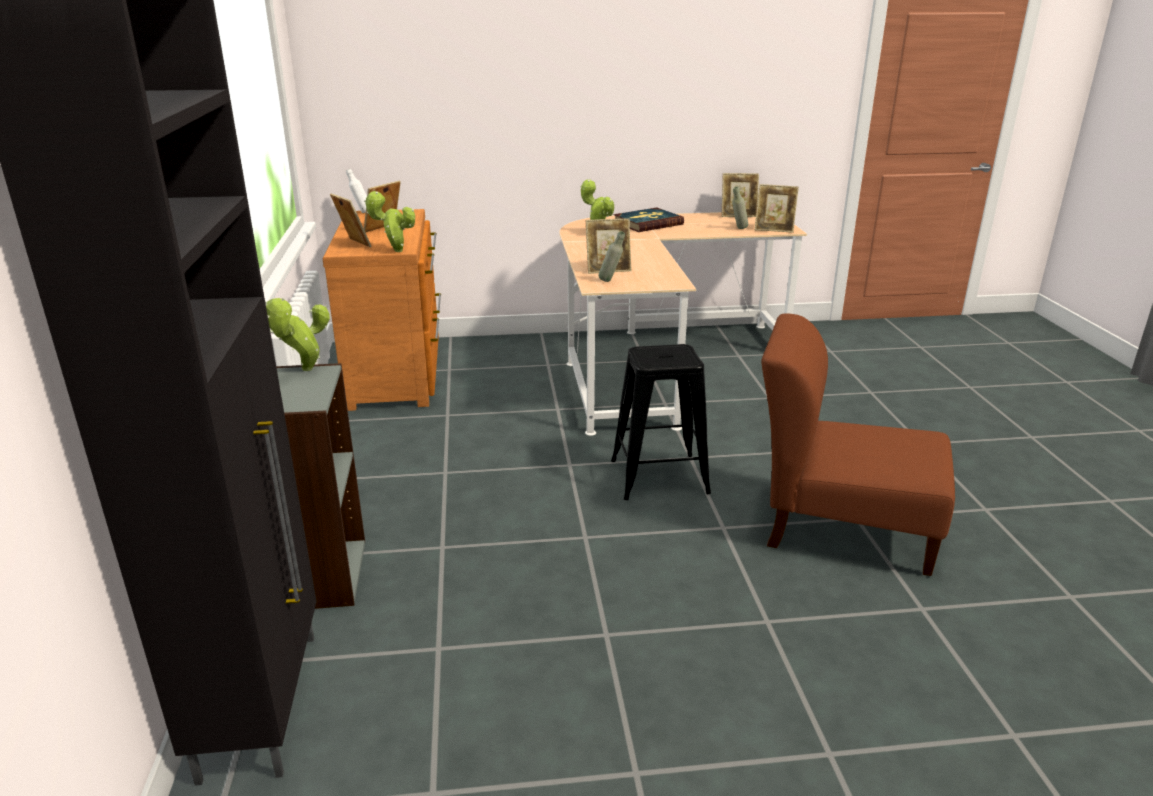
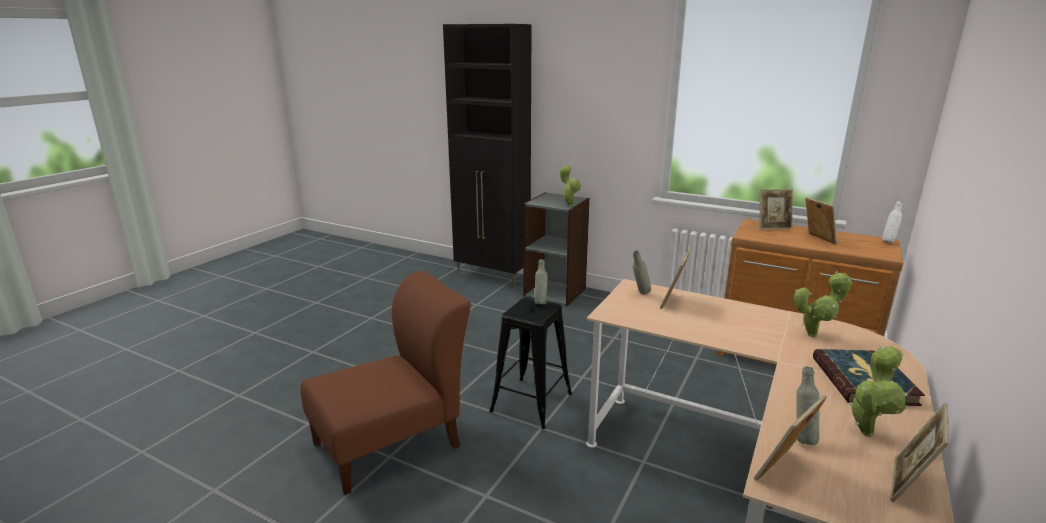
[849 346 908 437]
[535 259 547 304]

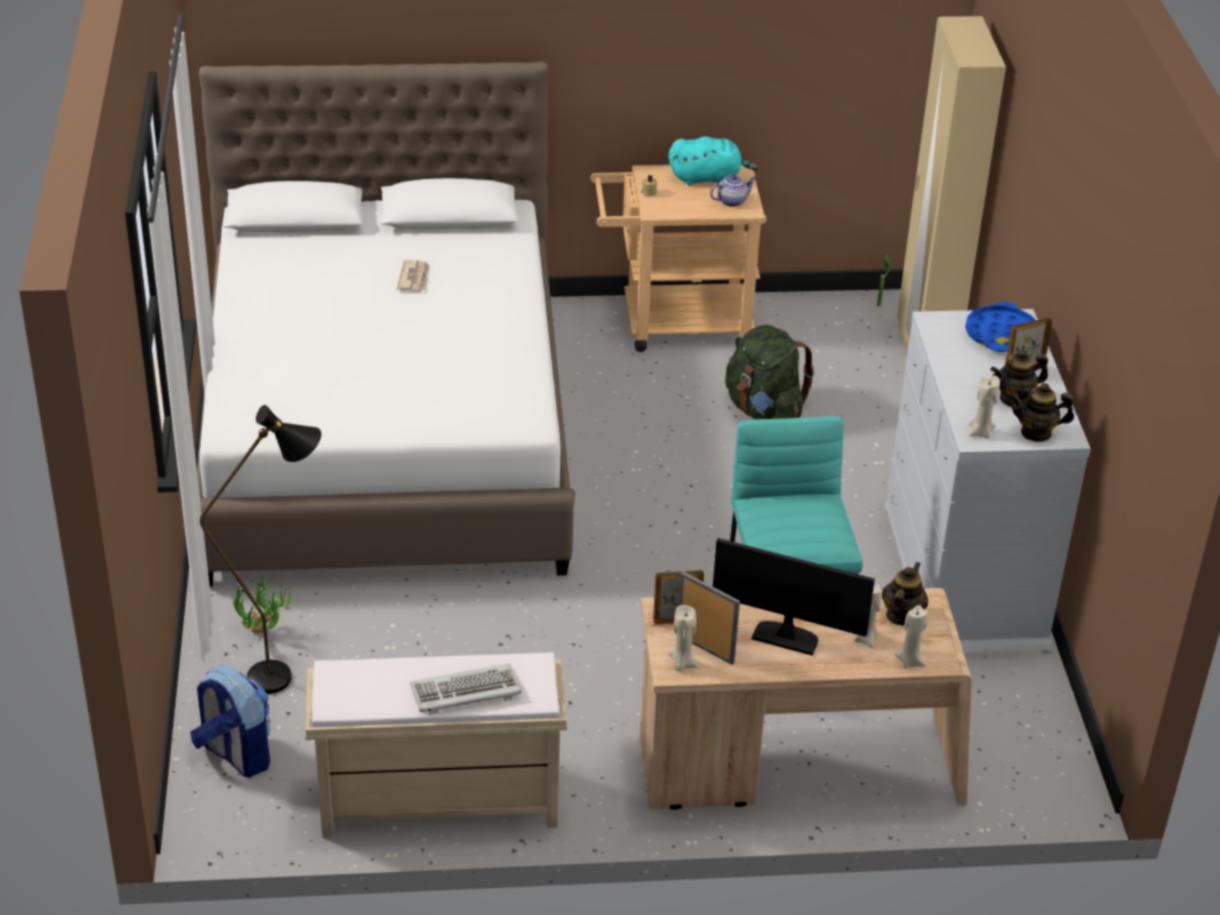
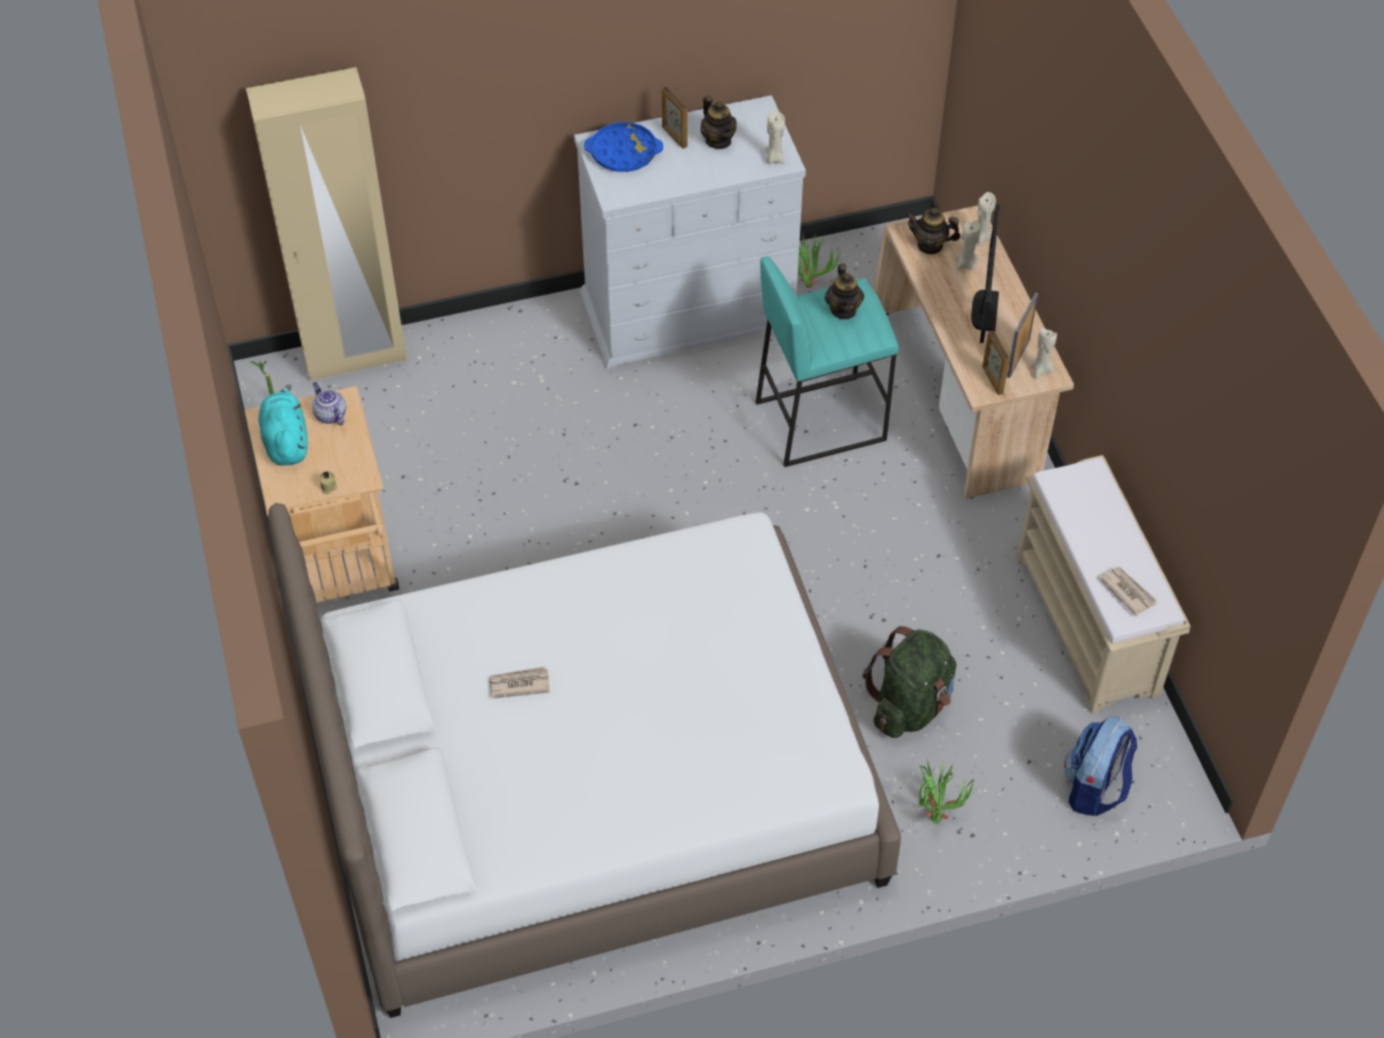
[863 626 956 738]
[825 264 864 319]
[200 405 321 694] (first image)
[410 664 522 715] (first image)
[798 232 840 288]
[1099 567 1157 616]

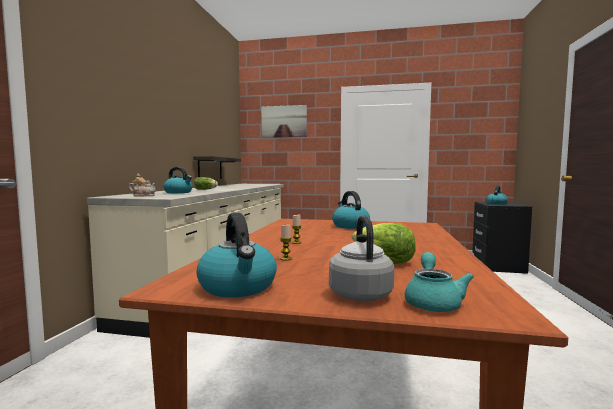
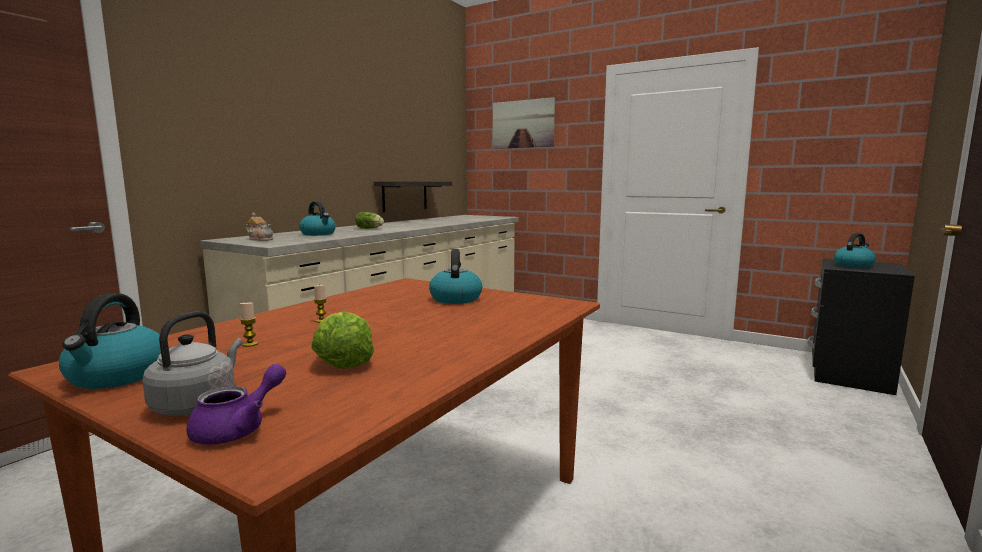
[186 364 286 445]

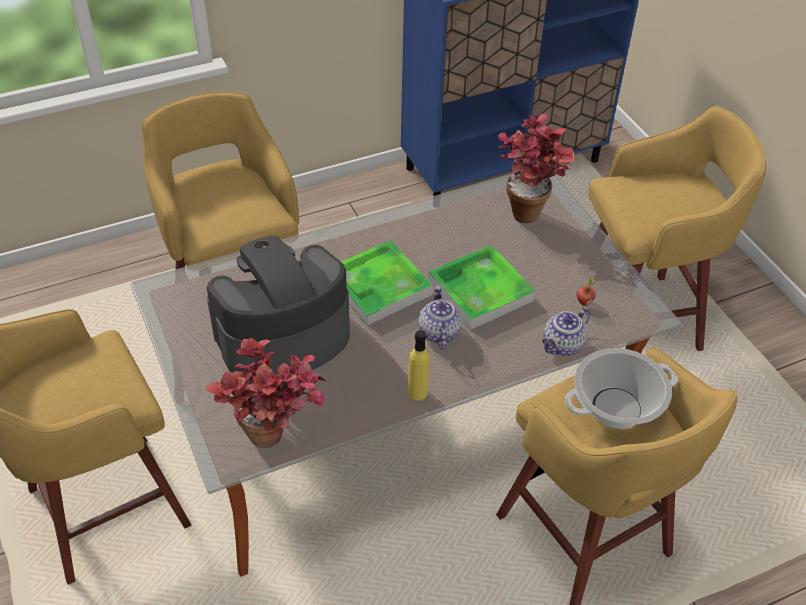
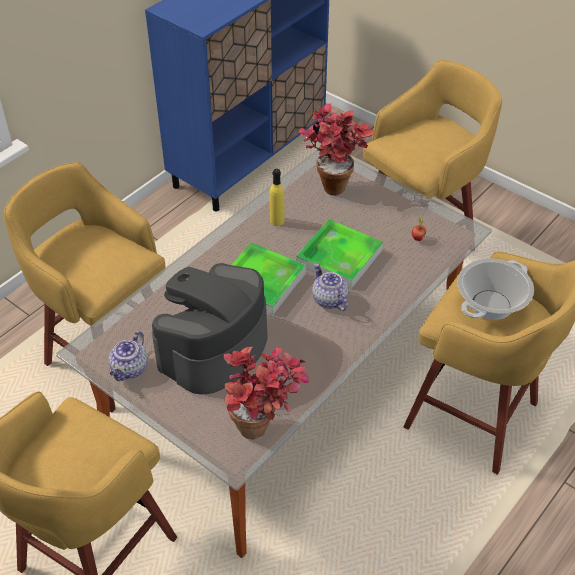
[109 331 148 381]
[270 169 284 226]

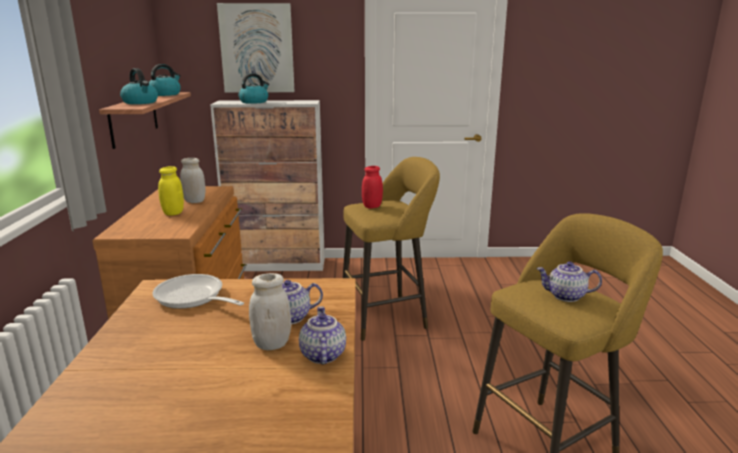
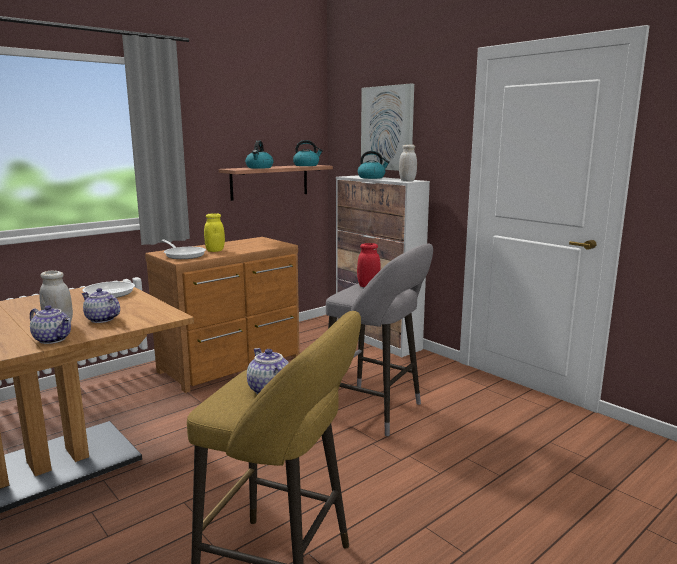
[326 243 433 436]
[399 145 417 181]
[30 305 71 344]
[162 240 206 259]

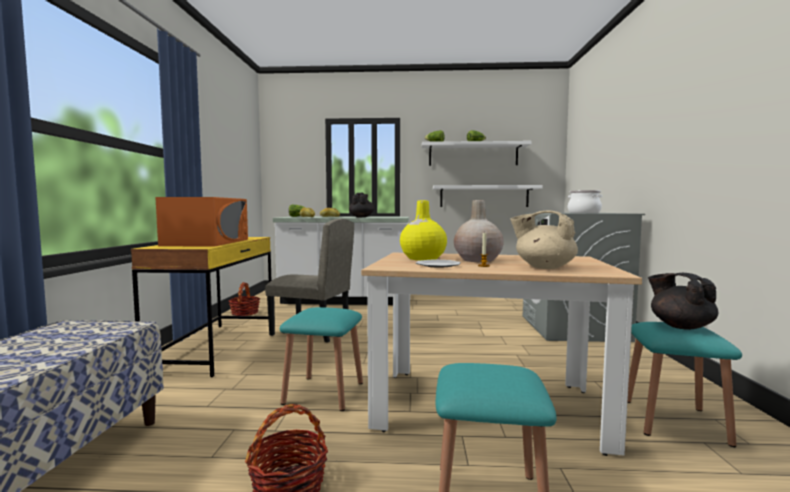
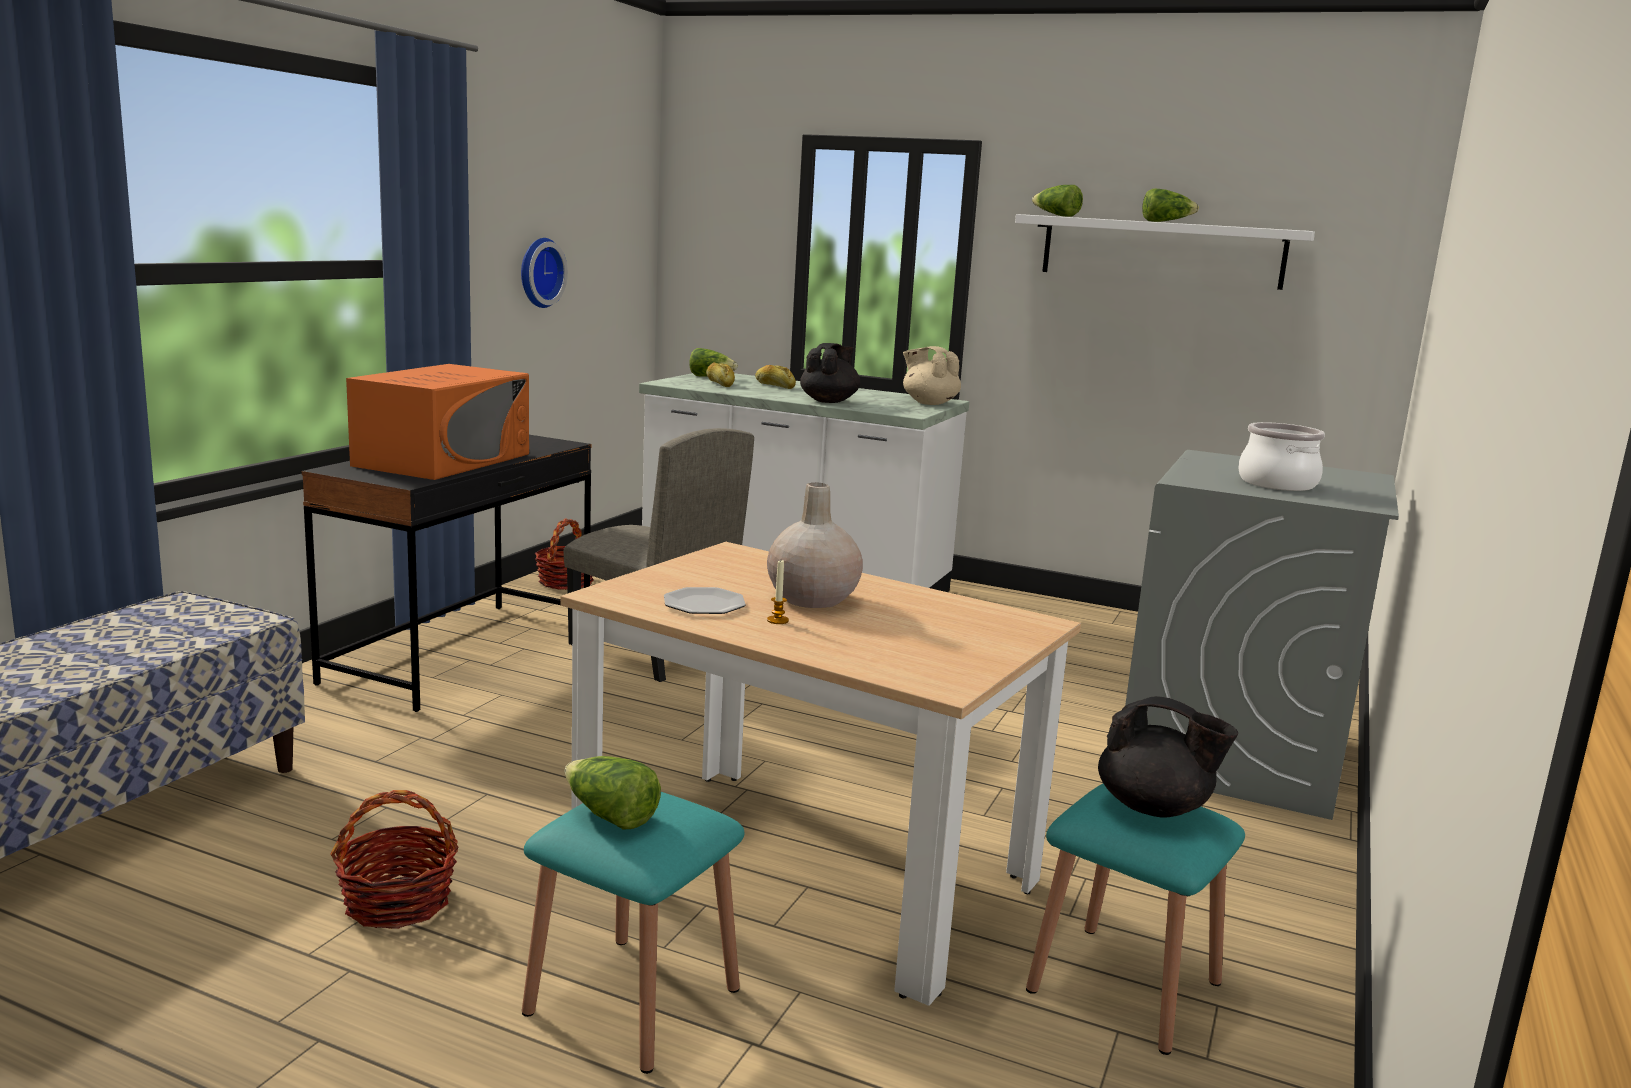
[433 185 543 207] (first image)
[400 200 447 260] (first image)
[903 346 961 405]
[302 435 591 712]
[1098 696 1238 818]
[280 307 363 411] (first image)
[521 238 568 308]
[564 756 661 830]

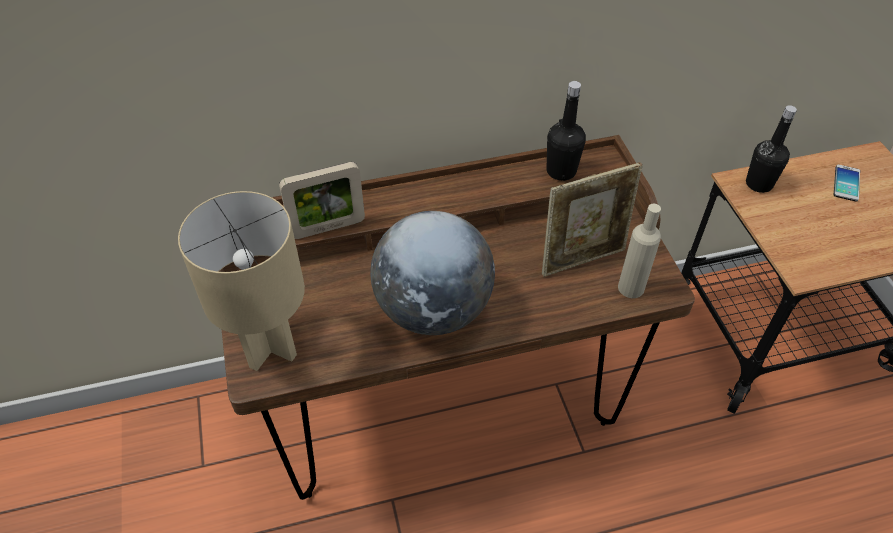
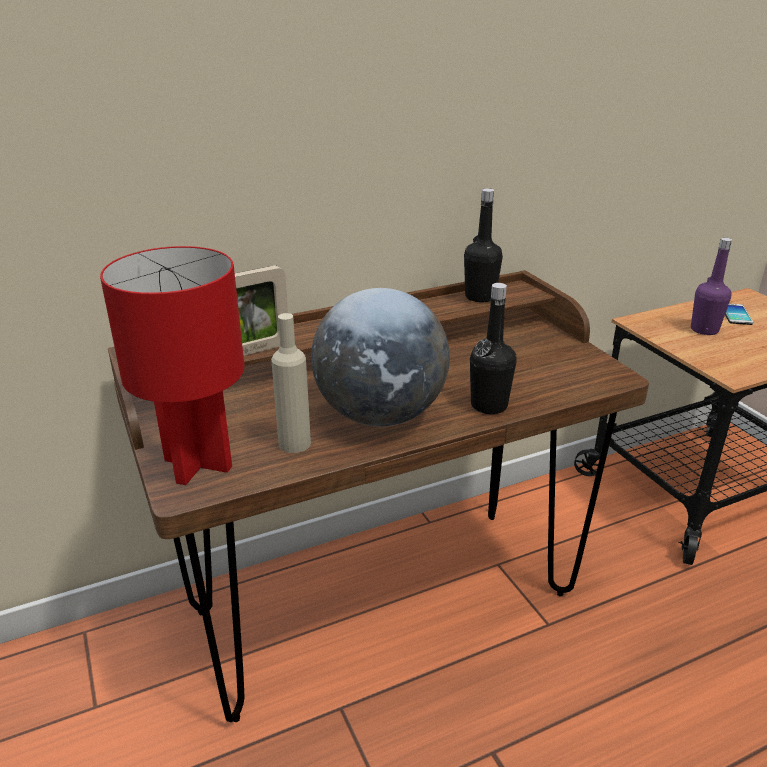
[470 283 516 414]
[542 162 643 277] (first image)
[100 246 245 485]
[271 313 311 453]
[691 238 732 335]

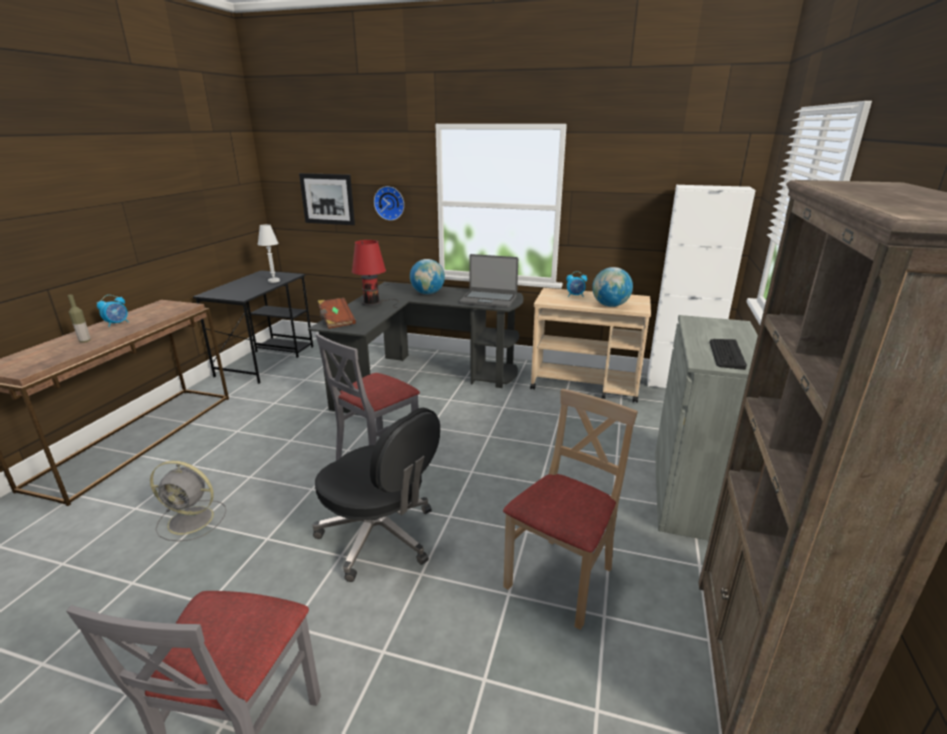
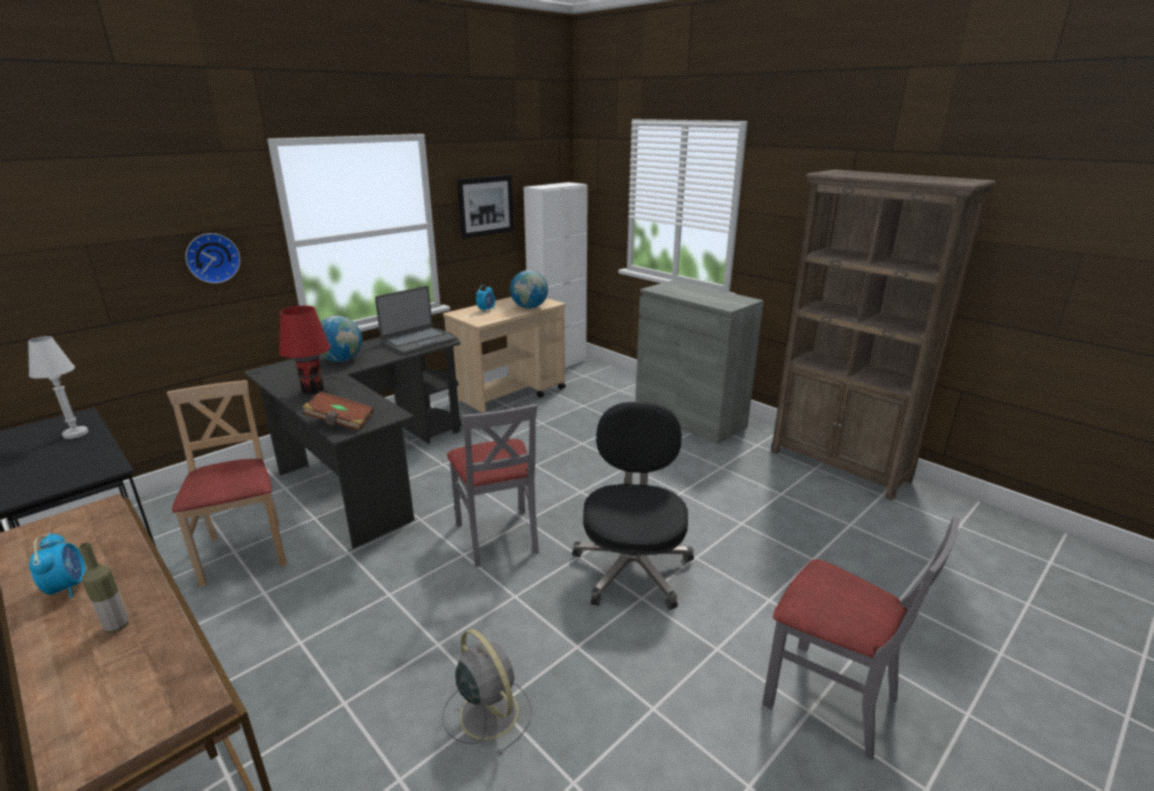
[457 175 514 239]
[710 339 747 370] (first image)
[167 380 286 587]
[572 402 694 610]
[442 629 532 755]

